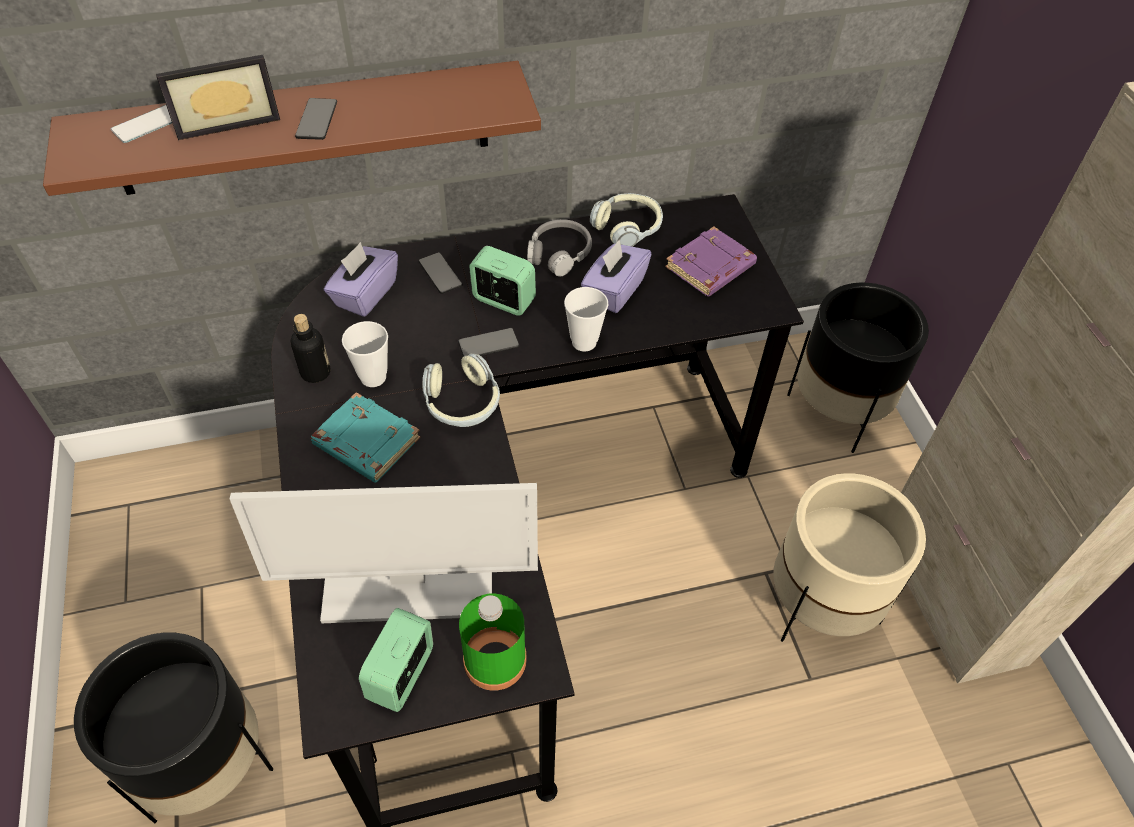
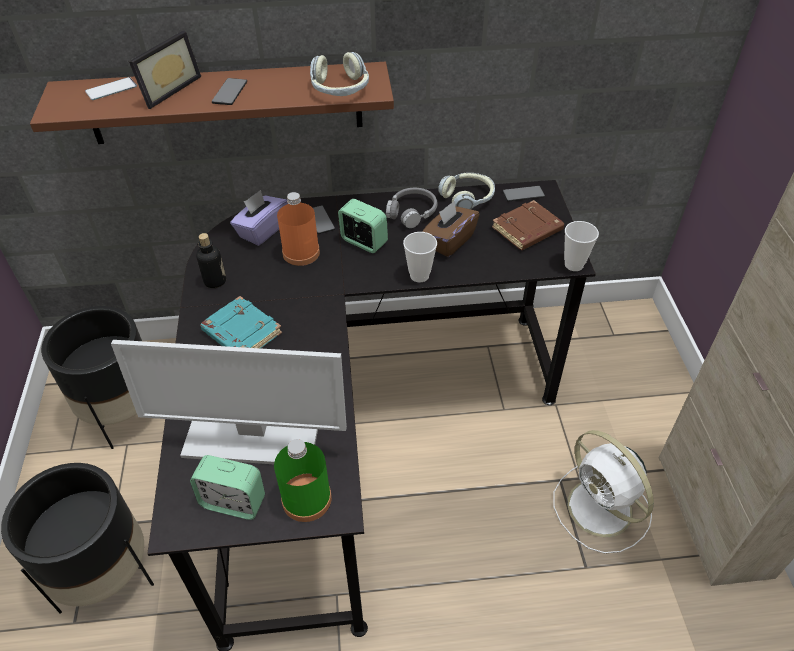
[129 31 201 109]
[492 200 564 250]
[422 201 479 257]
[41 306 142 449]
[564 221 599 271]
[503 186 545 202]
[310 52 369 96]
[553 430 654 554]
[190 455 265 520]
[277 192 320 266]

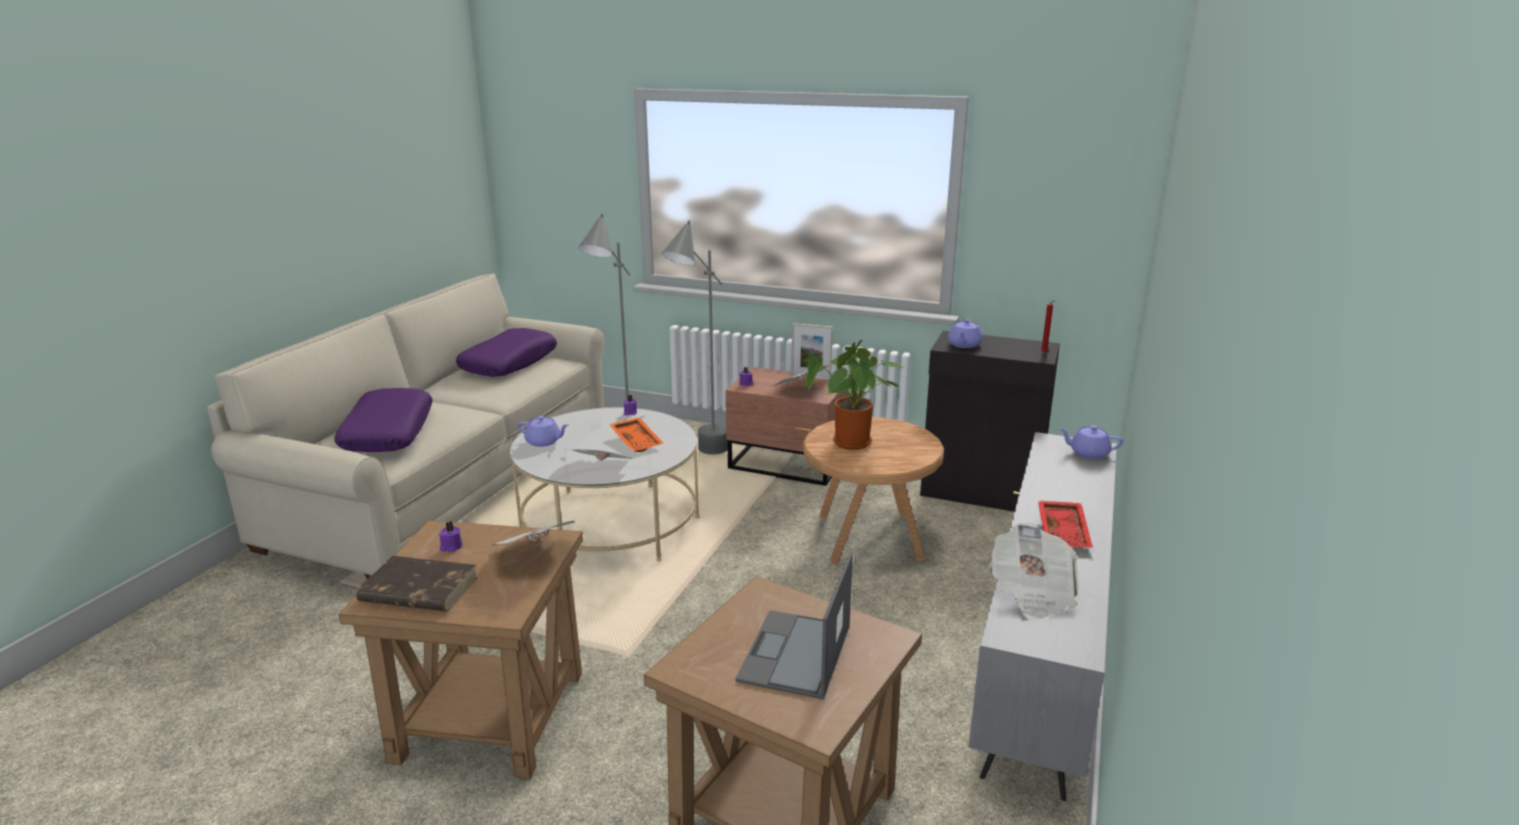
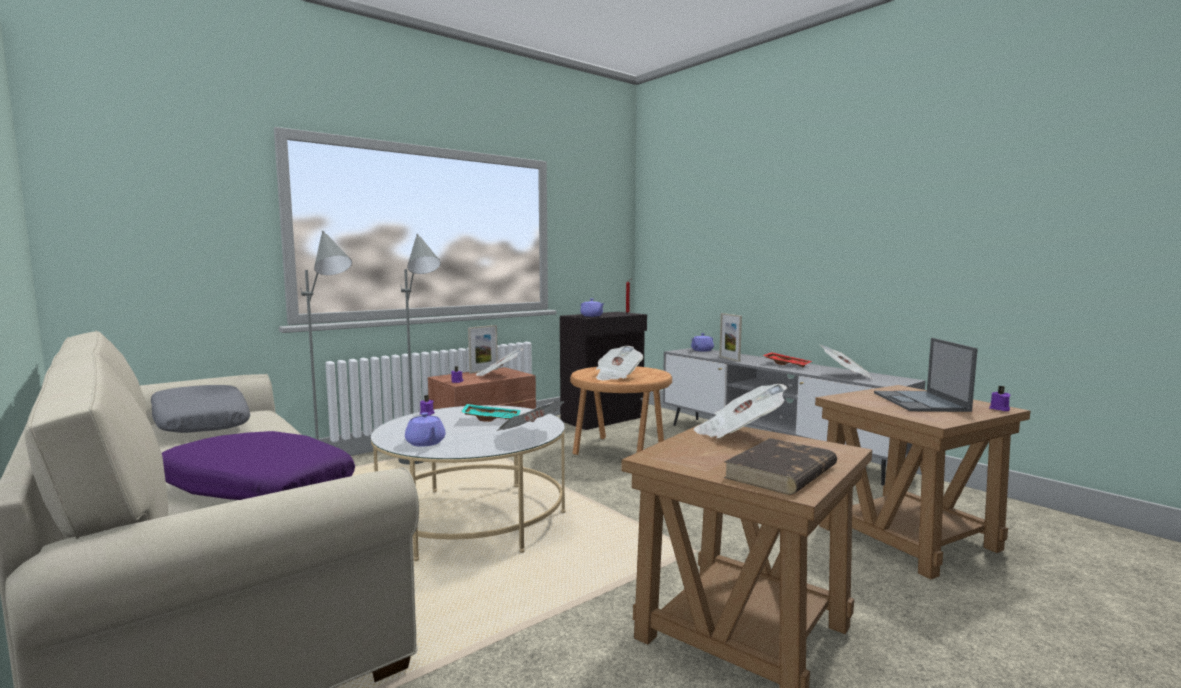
[151 385 250 433]
[596 346 643 380]
[405 412 446 447]
[461 404 521 422]
[989 386 1011 411]
[874 338 978 412]
[719 313 742 362]

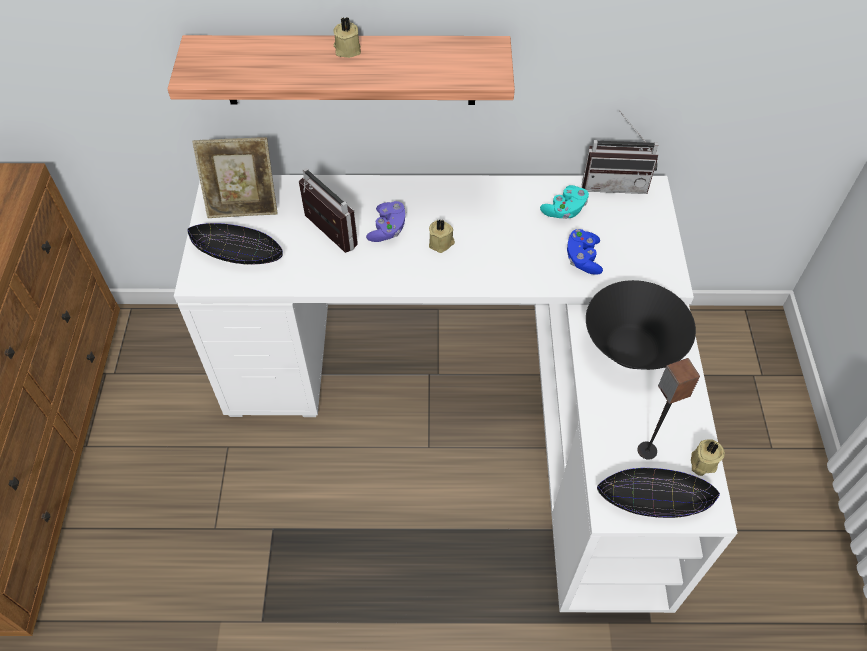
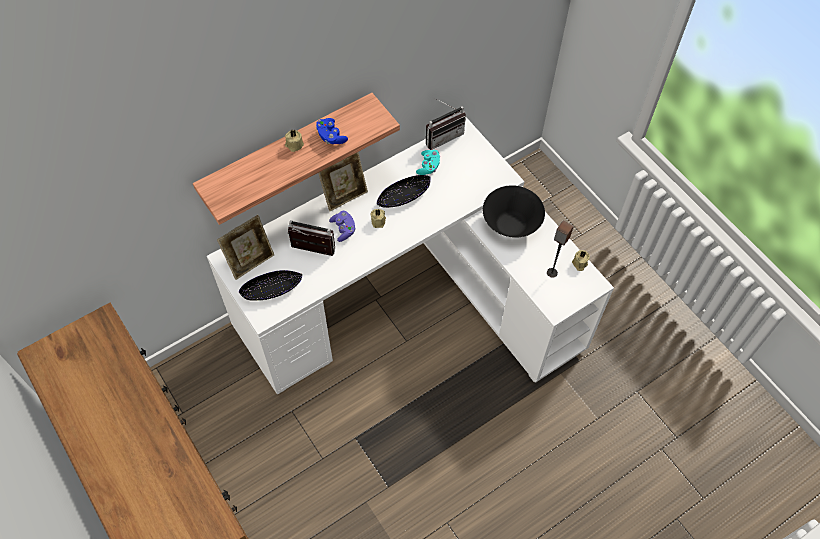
[316 118 348 144]
[377 175 431 208]
[318 152 368 211]

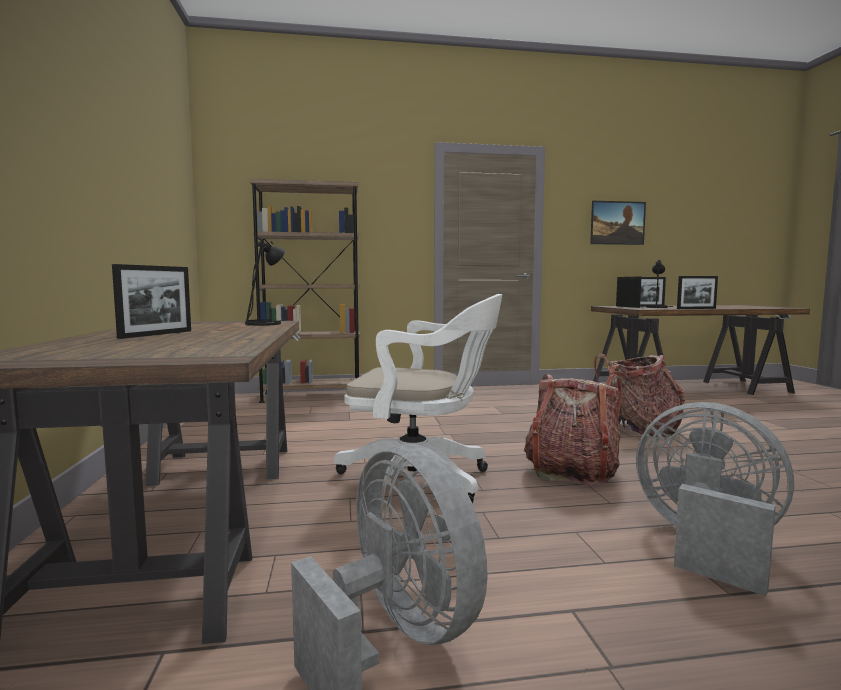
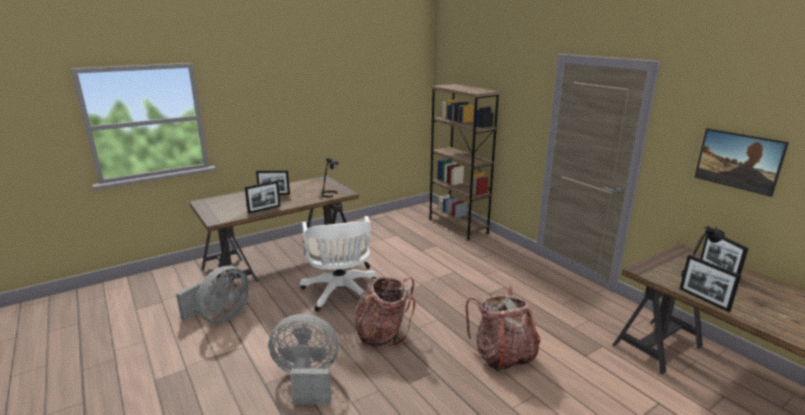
[245 181 281 214]
[269 314 339 405]

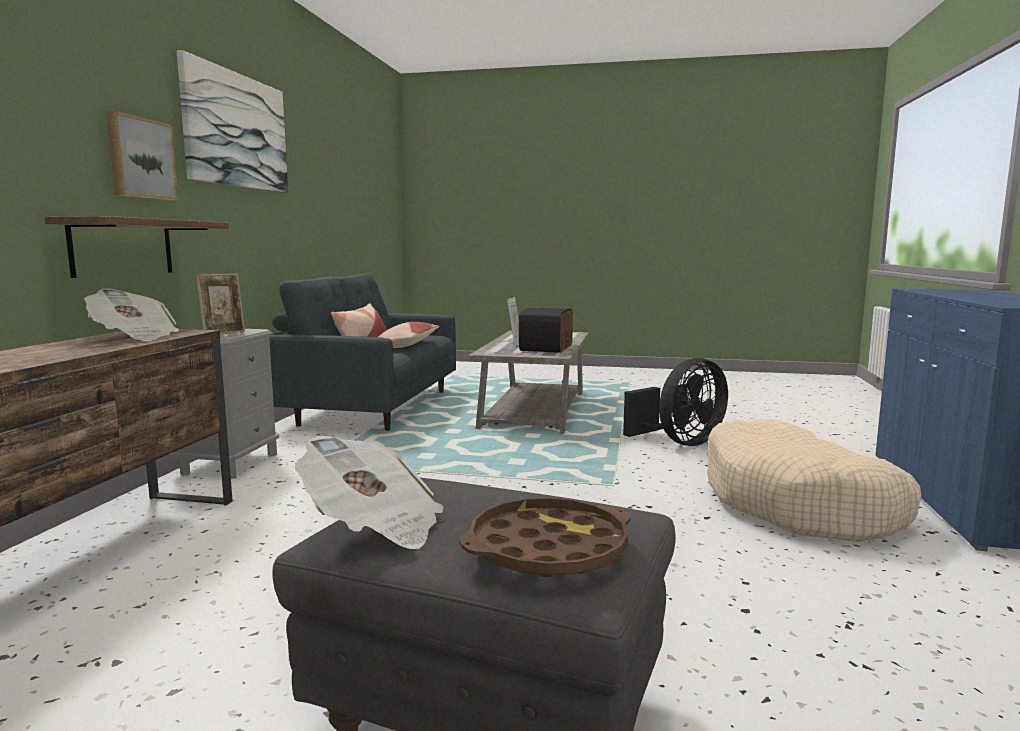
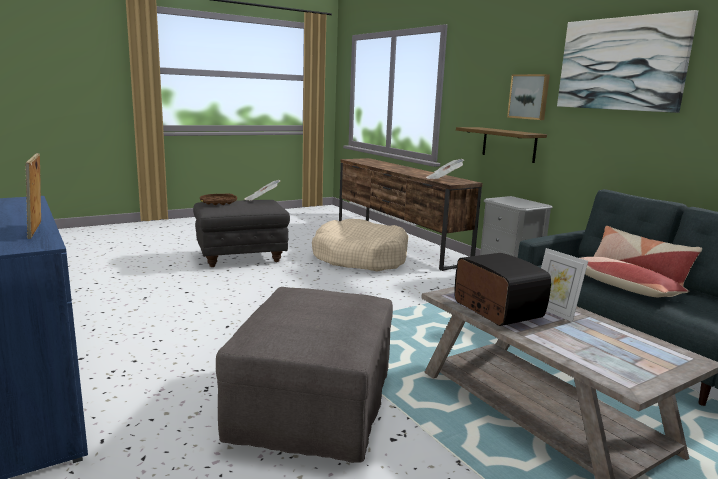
[25 153 41 239]
[216 287 393 463]
[312 219 409 272]

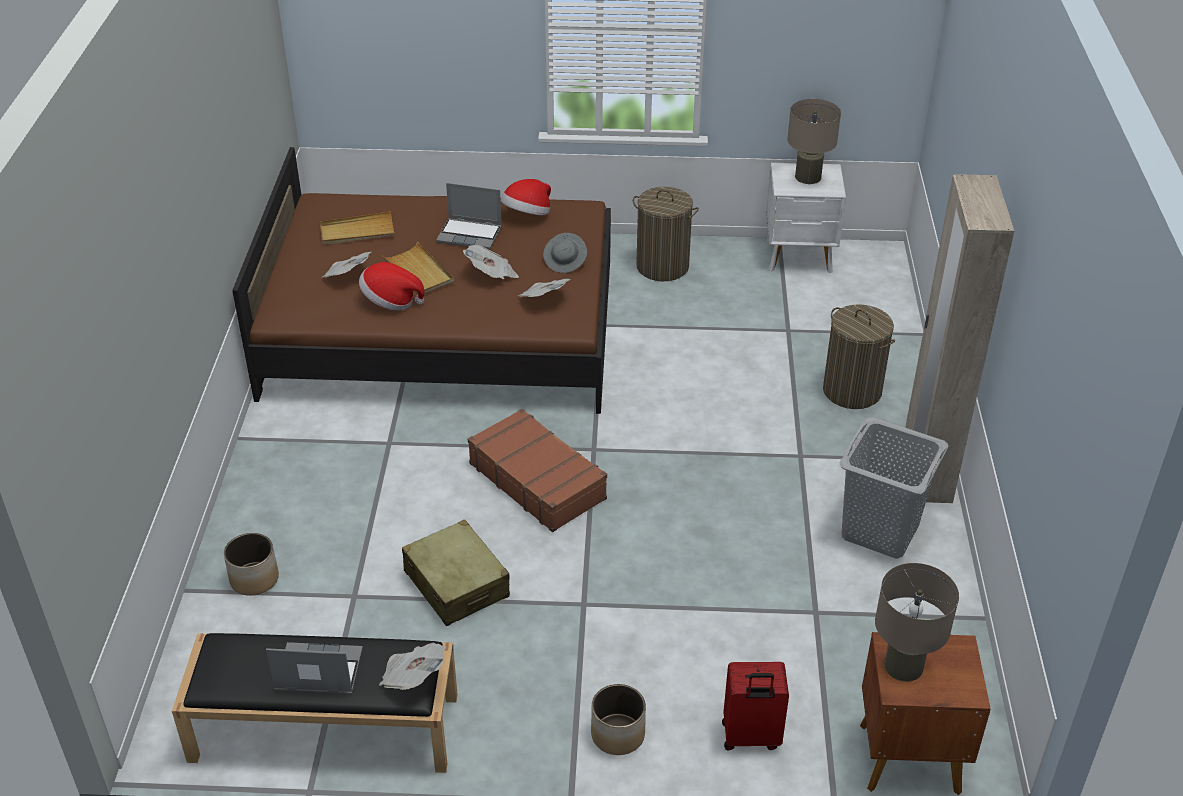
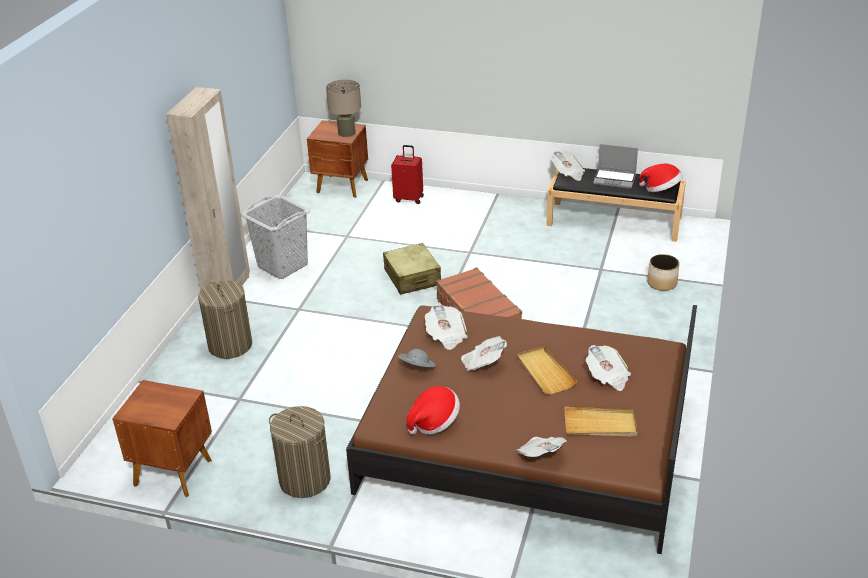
[787 99 841 184] (first image)
[112 380 212 497]
[436 183 502 250] (first image)
[639 164 683 192]
[383 243 441 295]
[591 684 646 755] (first image)
[516 437 567 457]

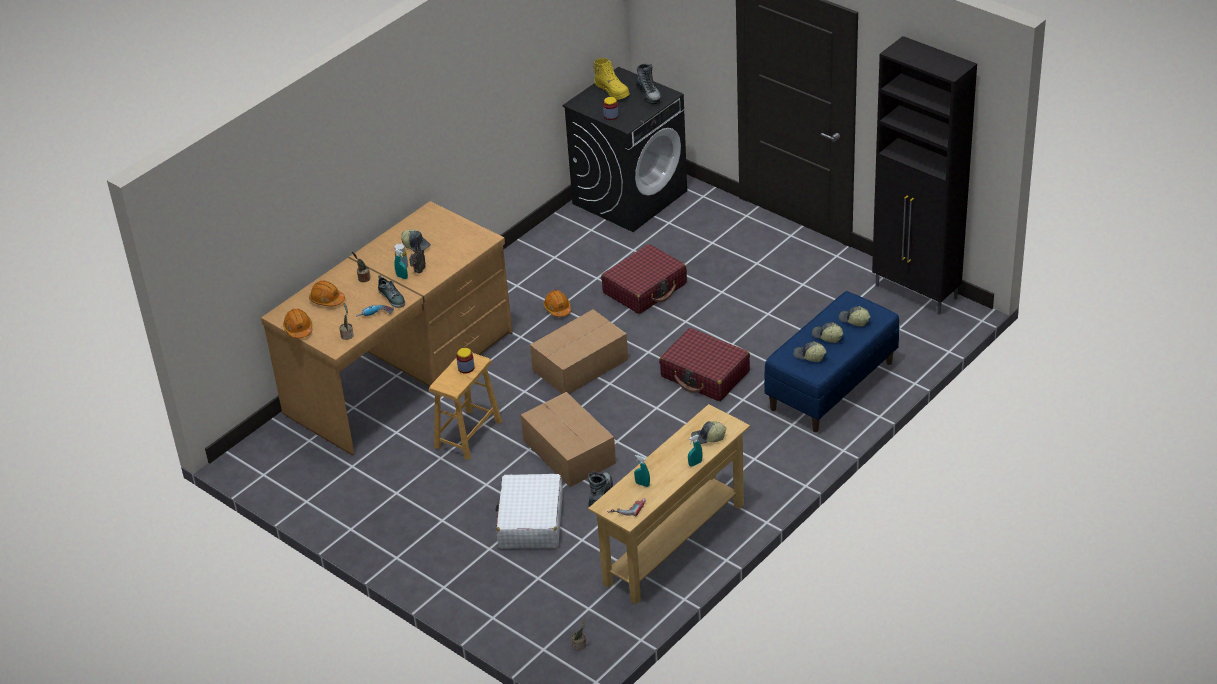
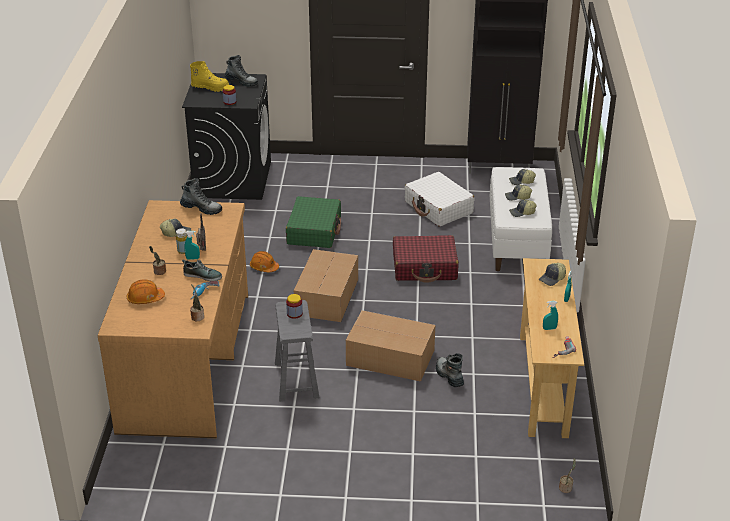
[286 196 341 248]
[490 167 552 271]
[283 309 312 339] (first image)
[275 300 320 402]
[404 172 474 227]
[180 178 222 215]

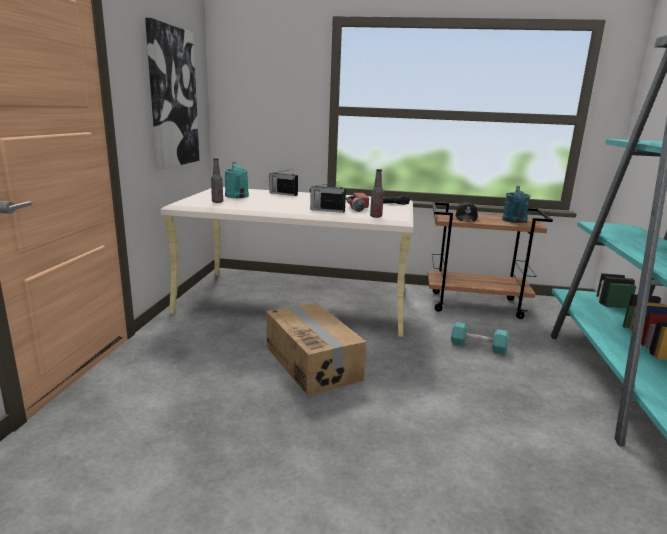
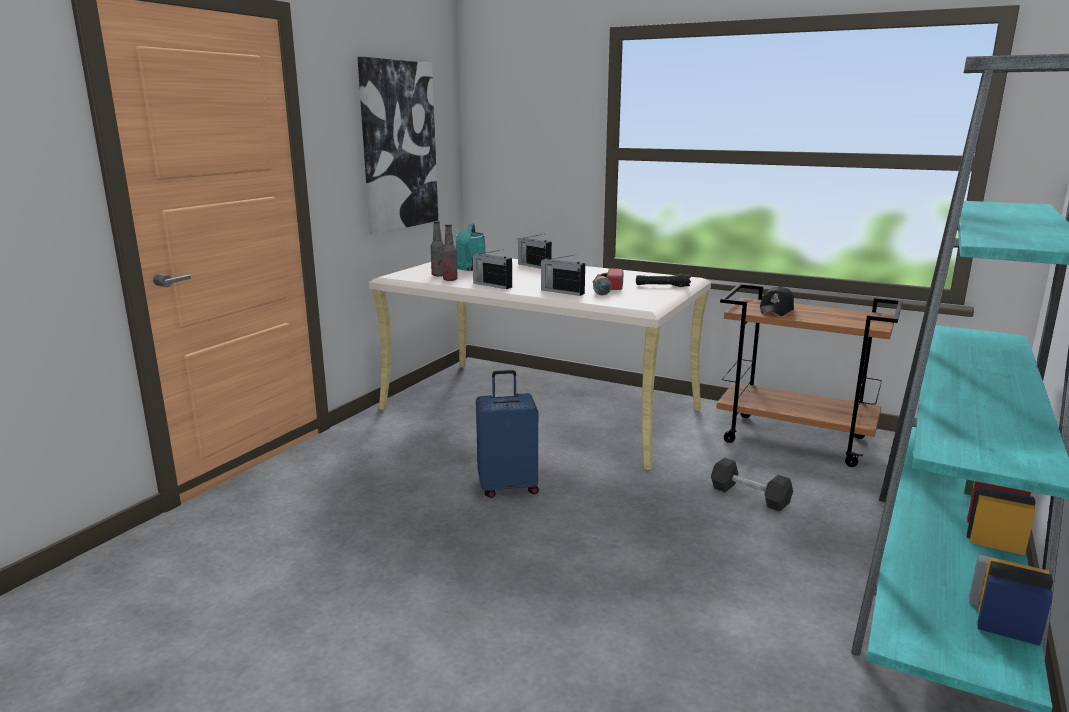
[442 224 458 281]
[502 186 530 223] (first image)
[476 370 539 498]
[711 458 793 511]
[472 249 512 289]

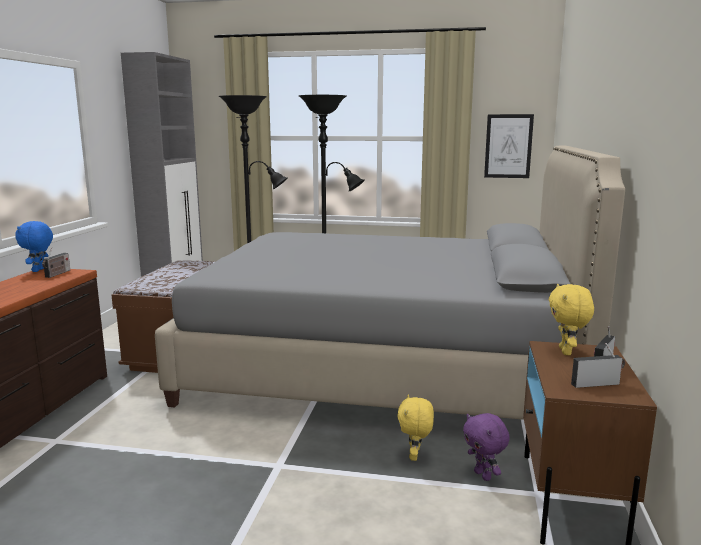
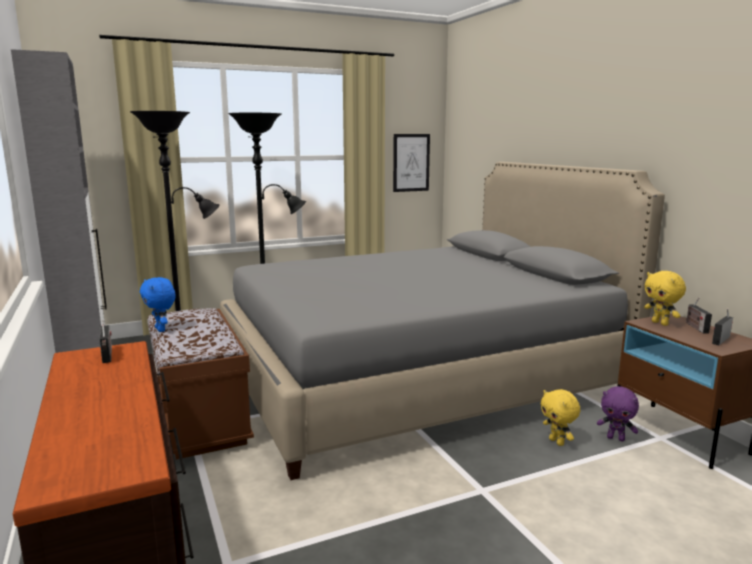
[140 277 176 332]

